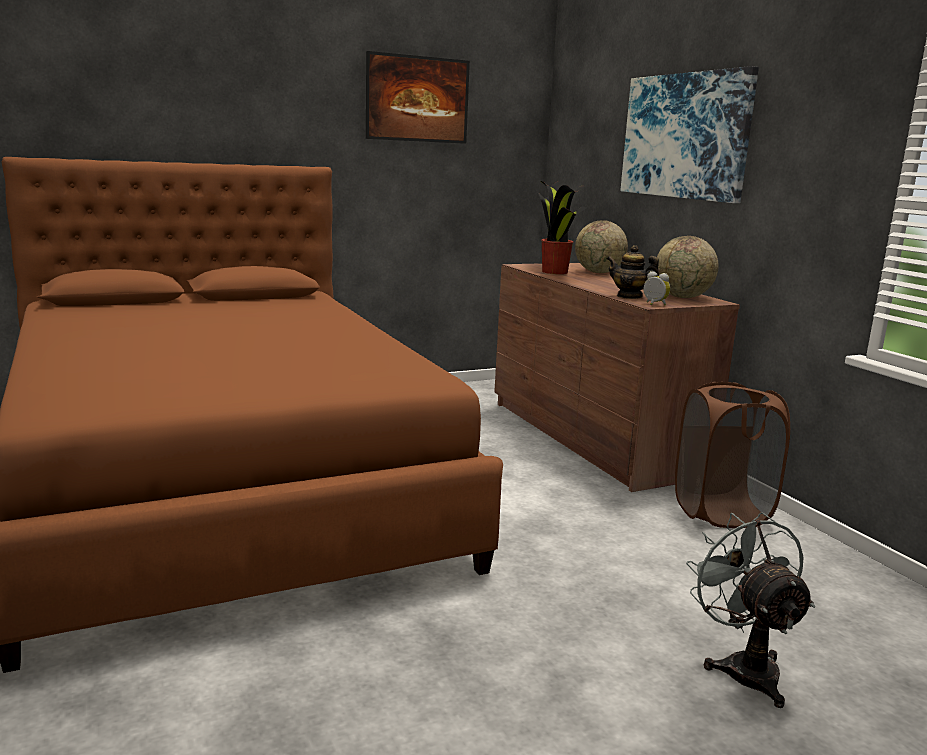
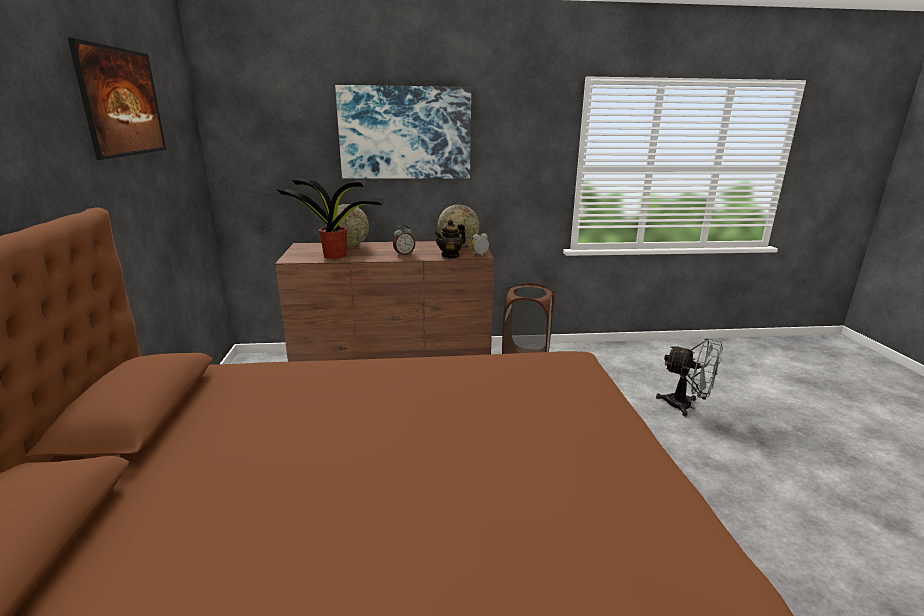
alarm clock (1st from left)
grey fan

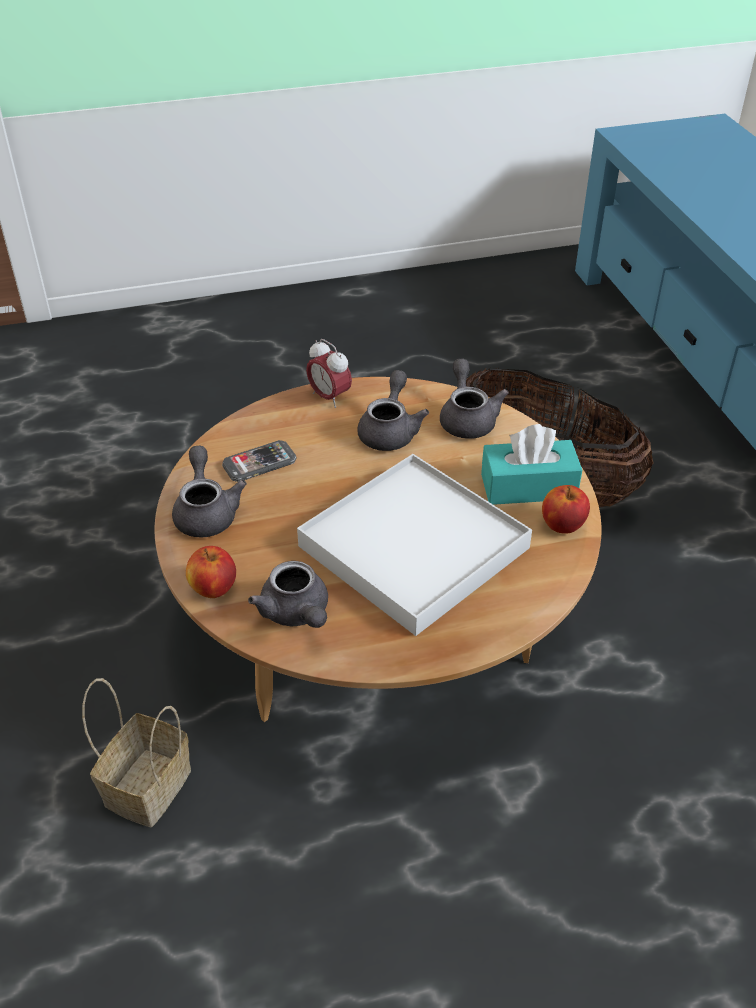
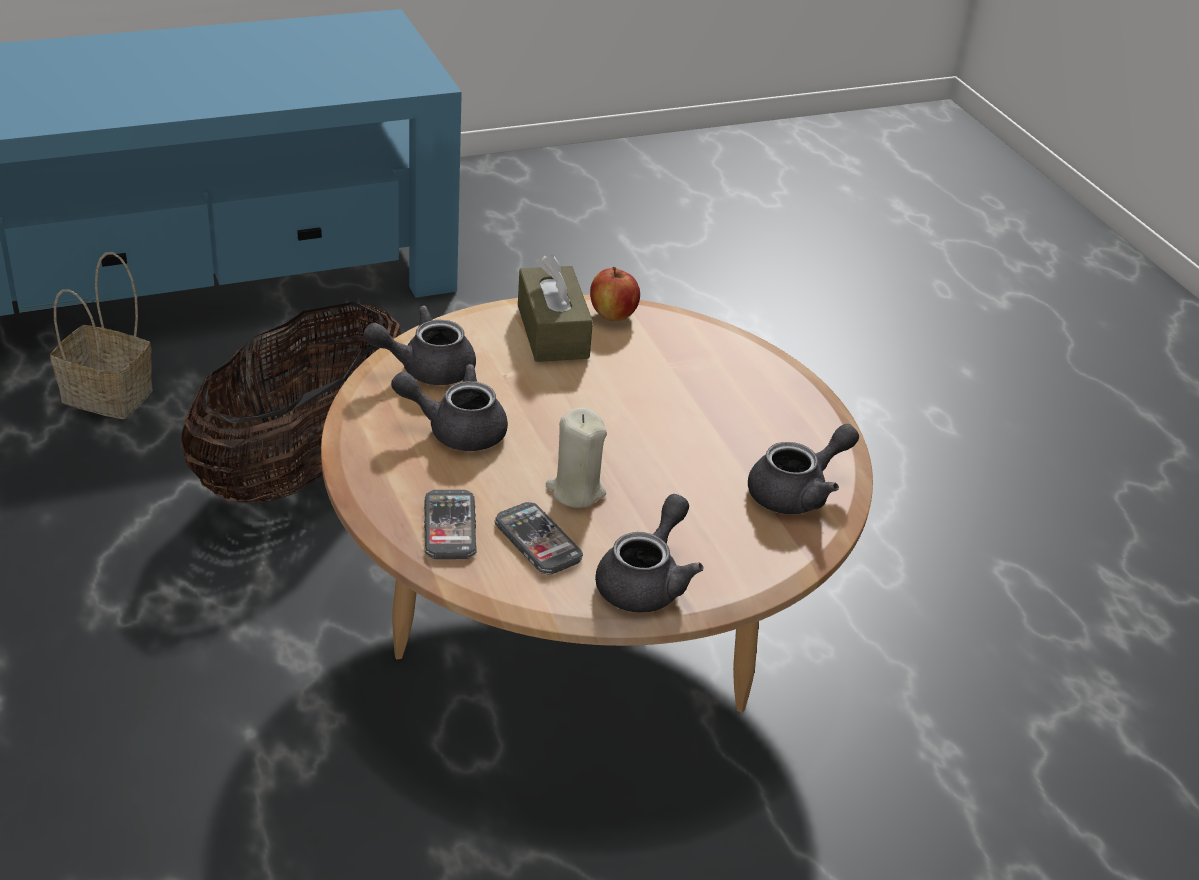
apple (1st from left in the first image)
white tray
alarm clock
phone (1st from left)
beige candle
basket (1st from left)
brown tissue box
grey teapot (3rd from left)

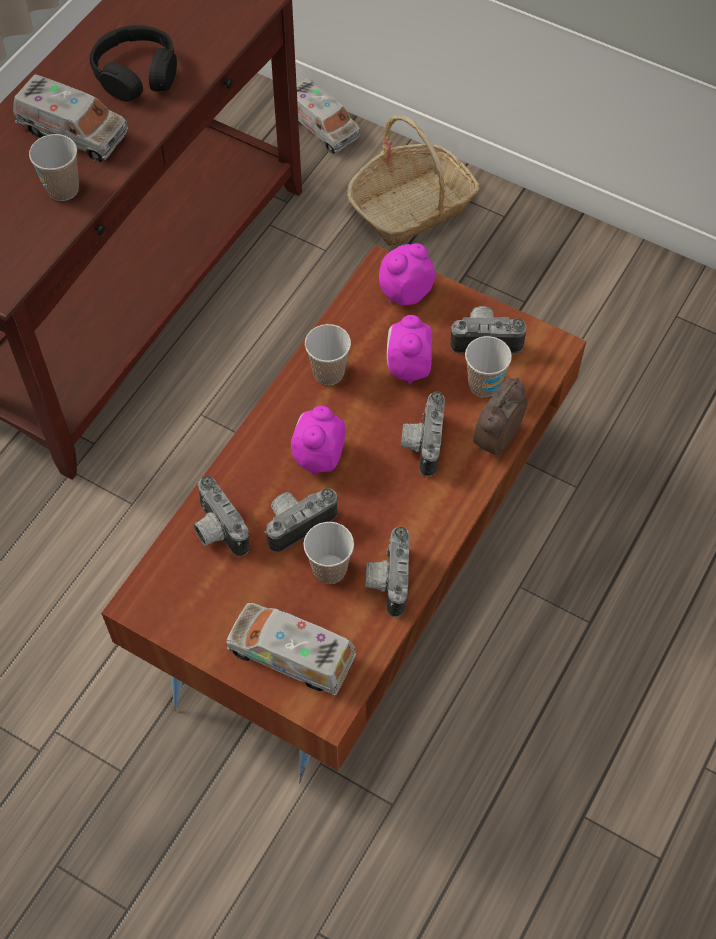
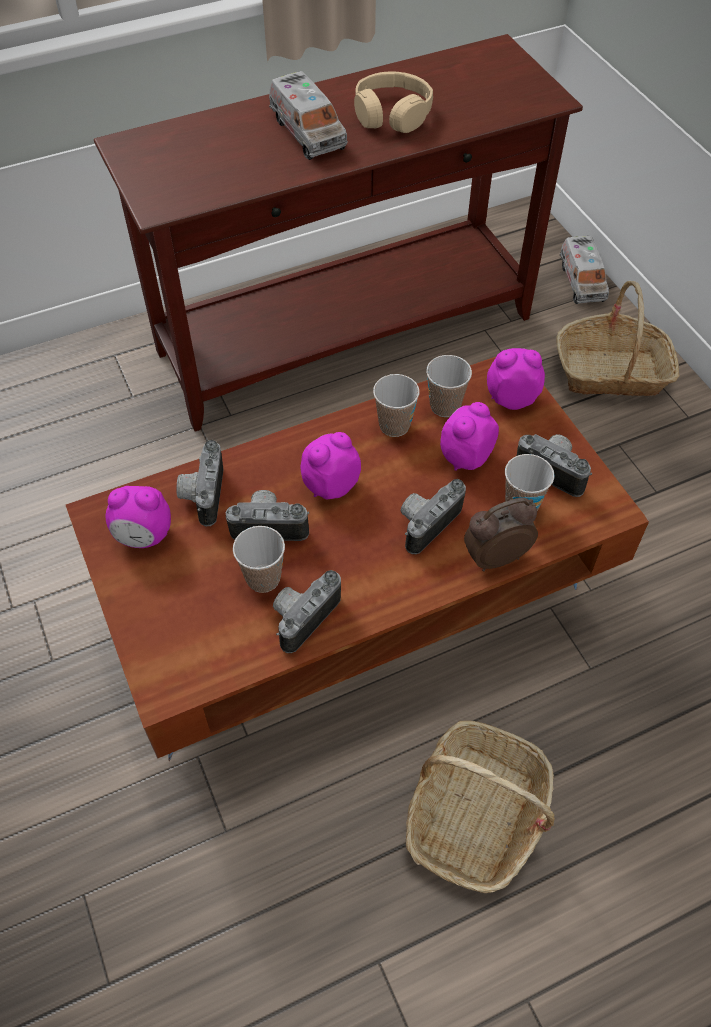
toy truck (2nd from left in the first image)
alarm clock (1st from left)
basket (1st from left)
cup (3rd from left)
beige headphones

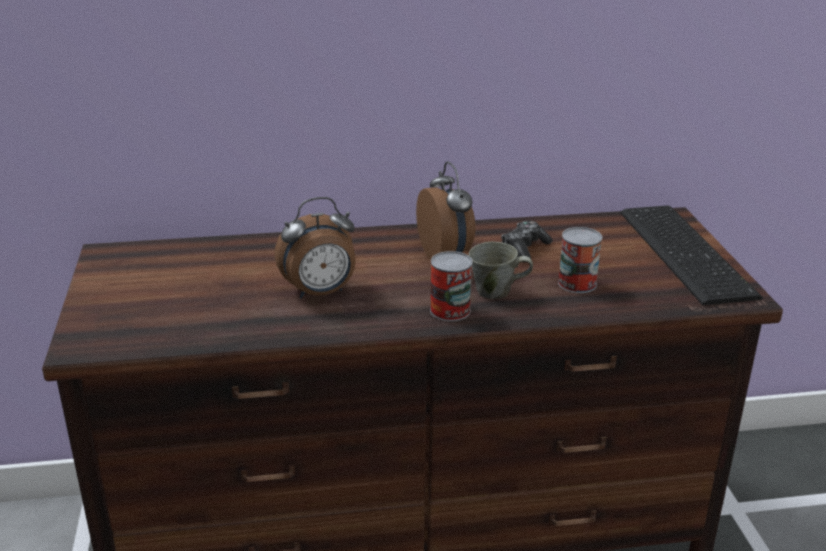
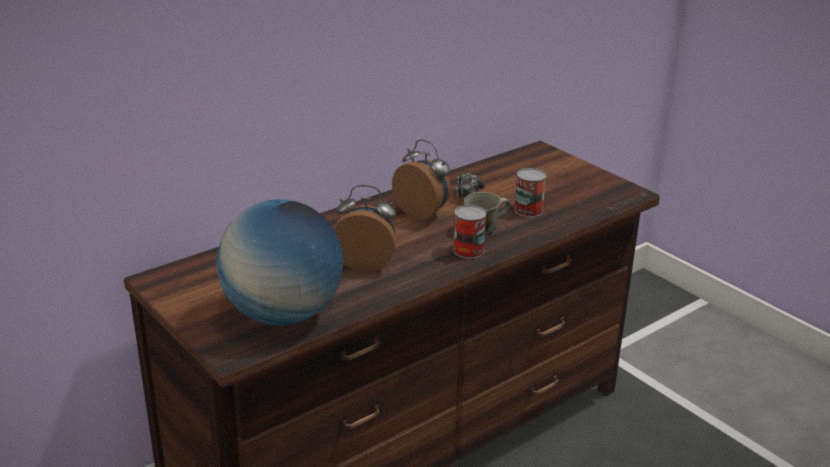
keyboard
globe
alarm clock (1st from left)

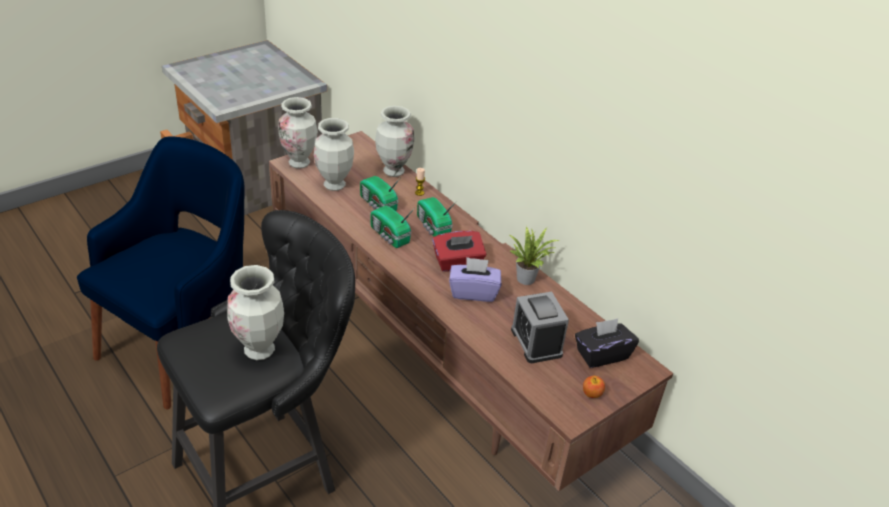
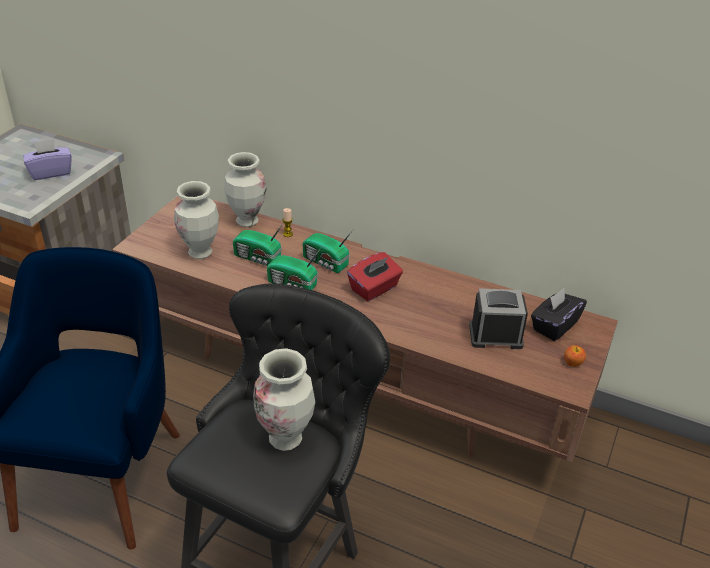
vase (2nd from left in the first image)
potted plant
purple tissue box
alarm clock

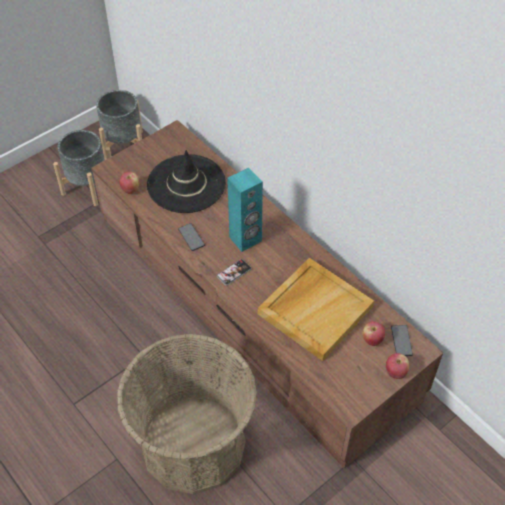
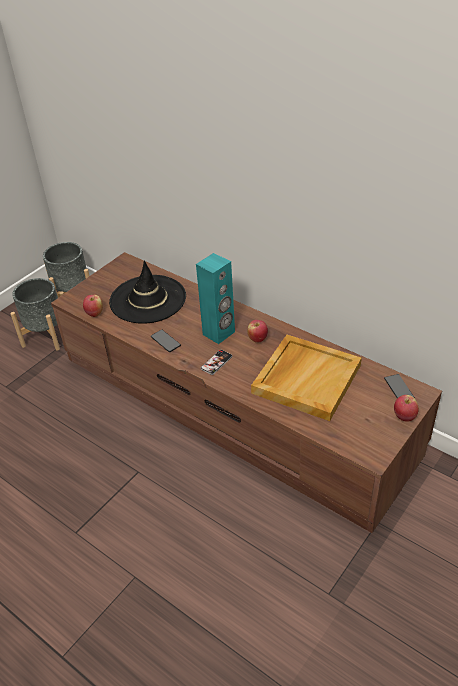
basket
apple (2nd from left)

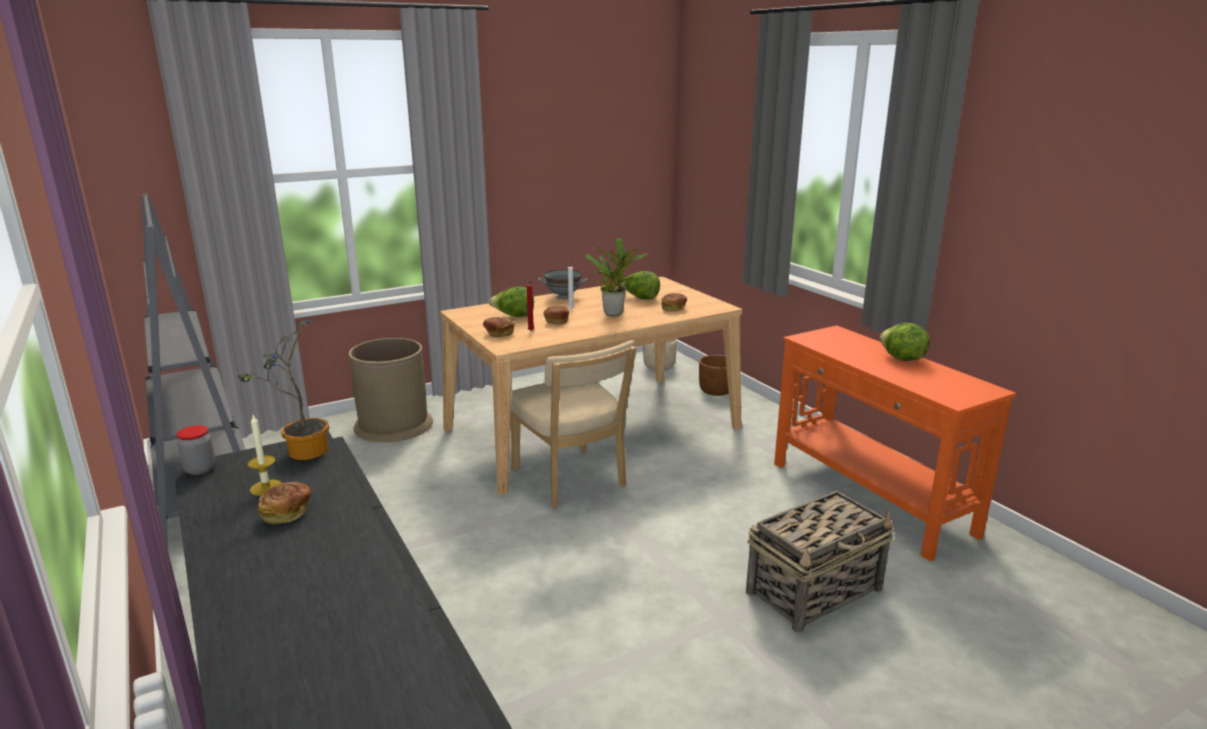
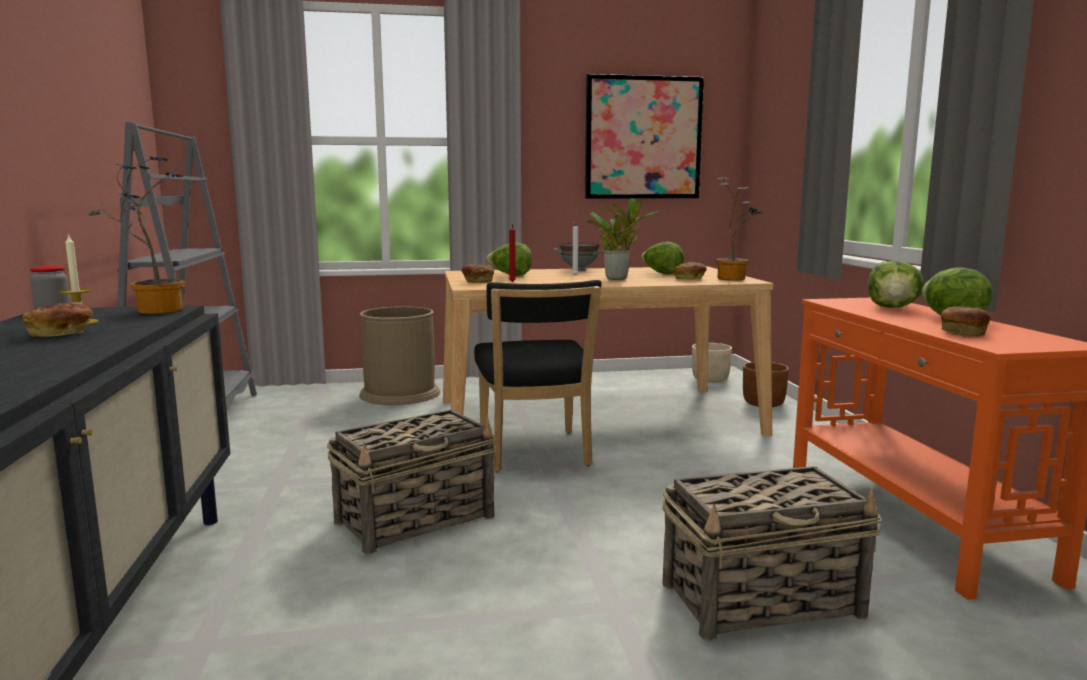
basket (1st from left)
picture
potted plant (3rd from left)
lettuce (3rd from left)
bread (4th from left)
black chair

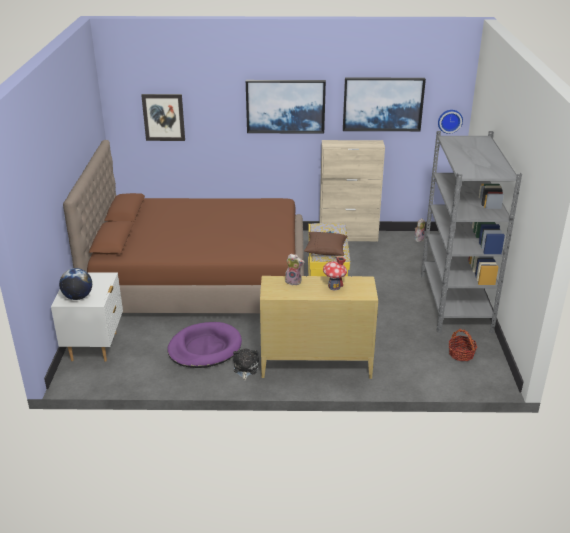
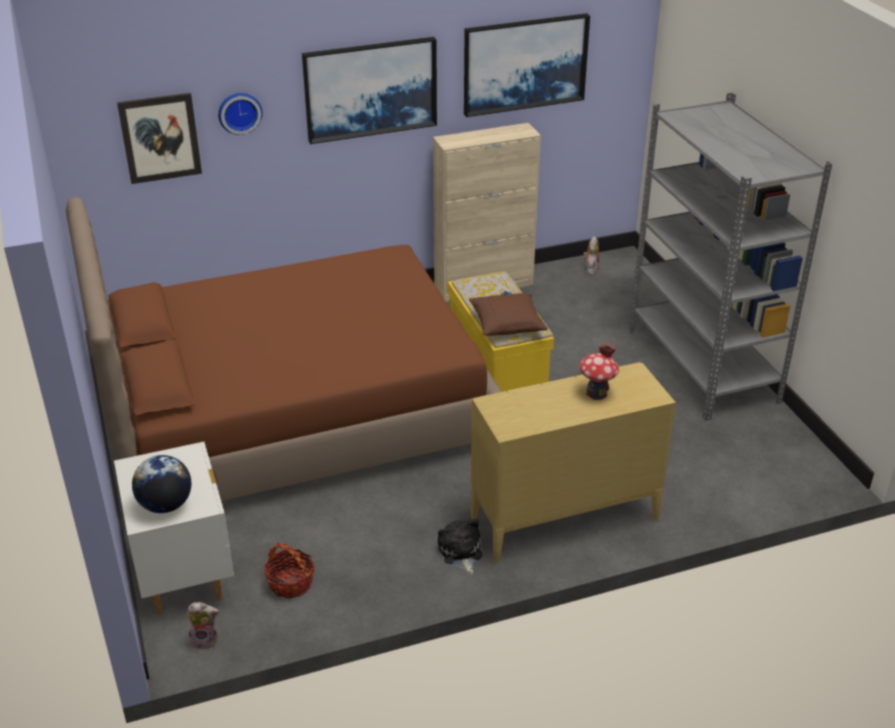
purple dog bed
plush toy (1st from left)
wall clock
basket

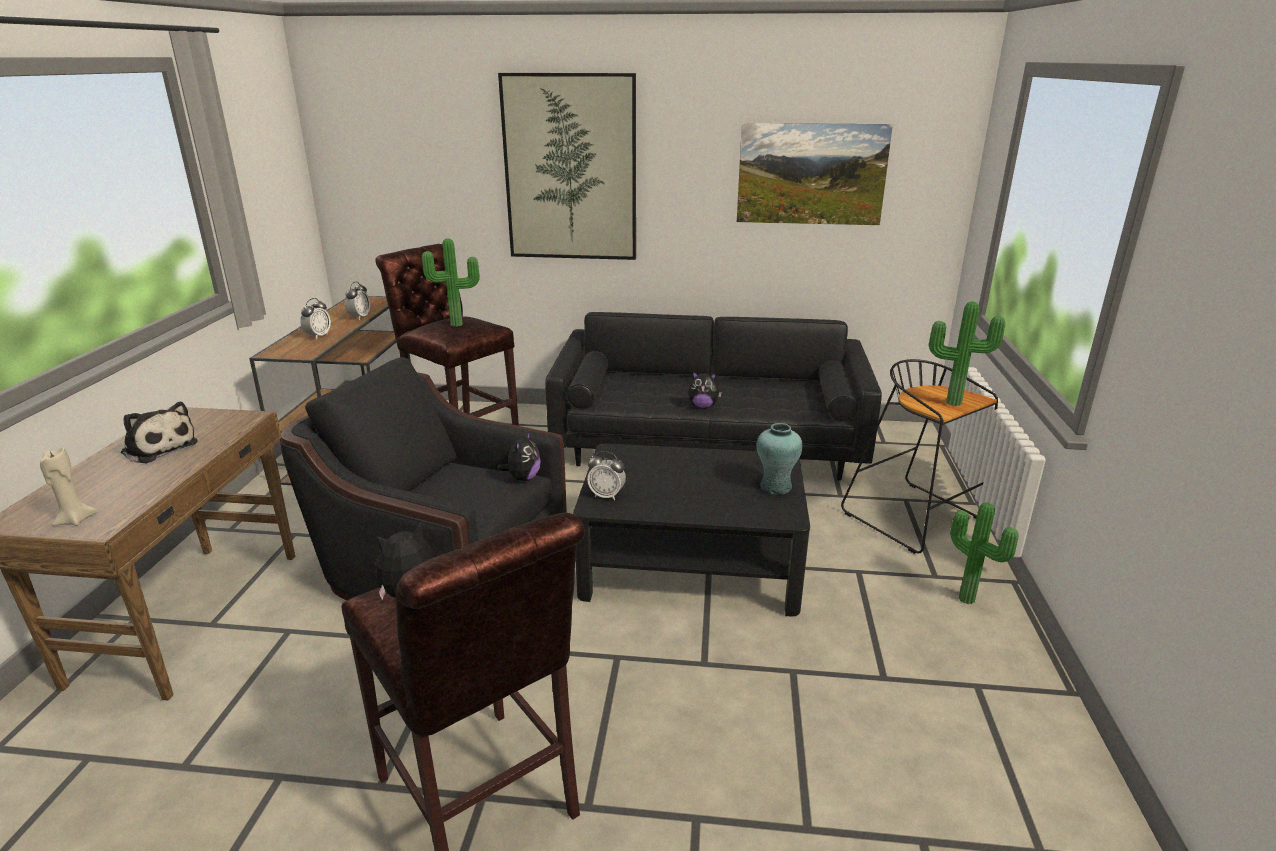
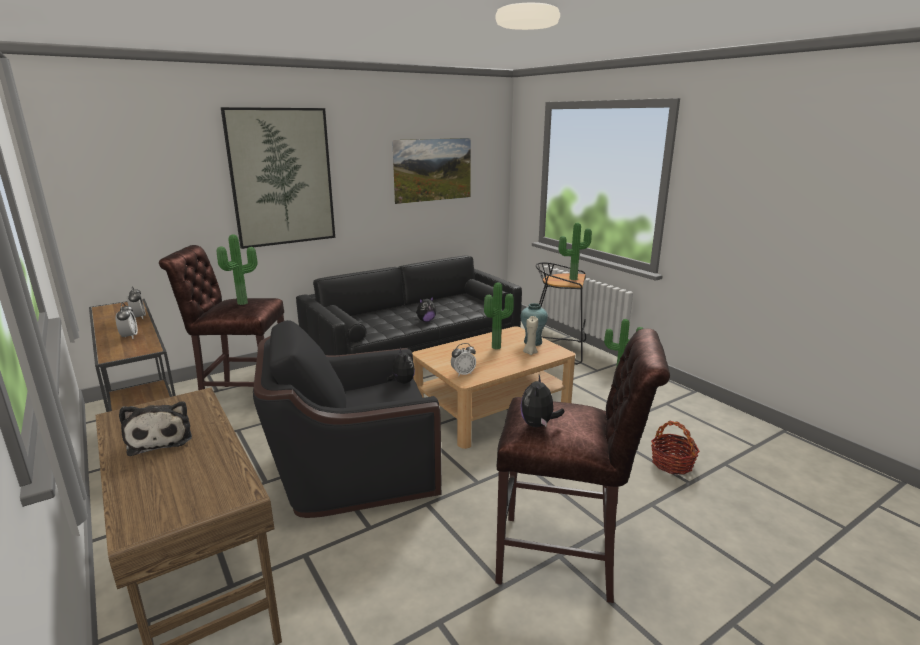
potted plant (2nd from left)
basket
beige candle
beige coffee table
plush toy (1st from left)

